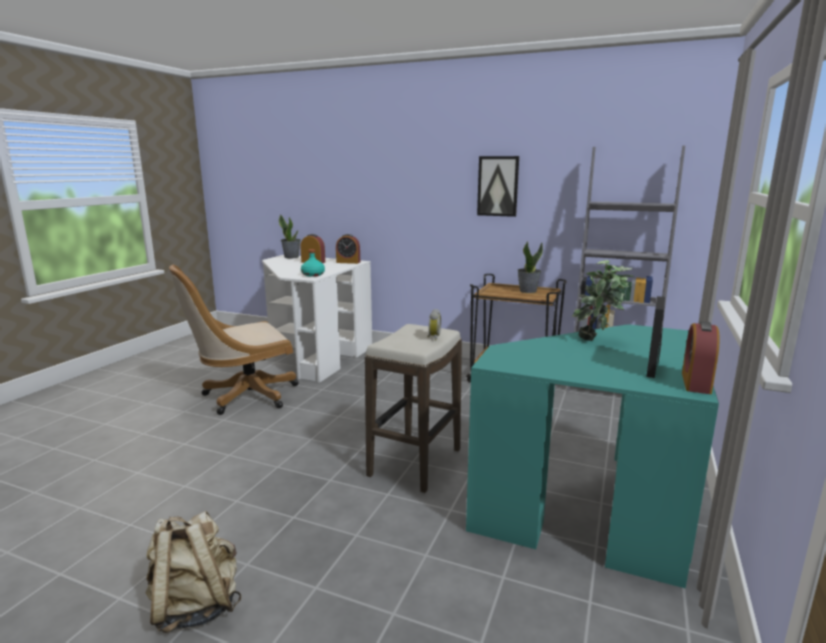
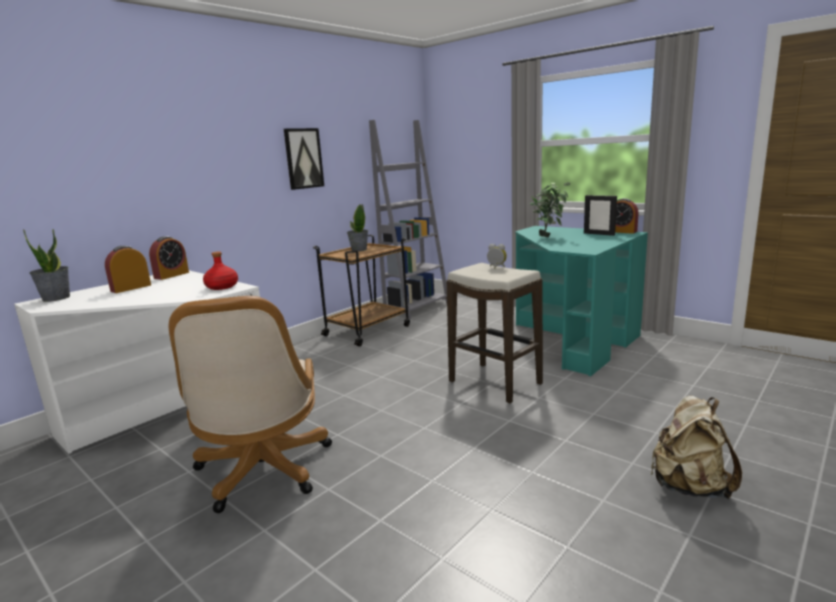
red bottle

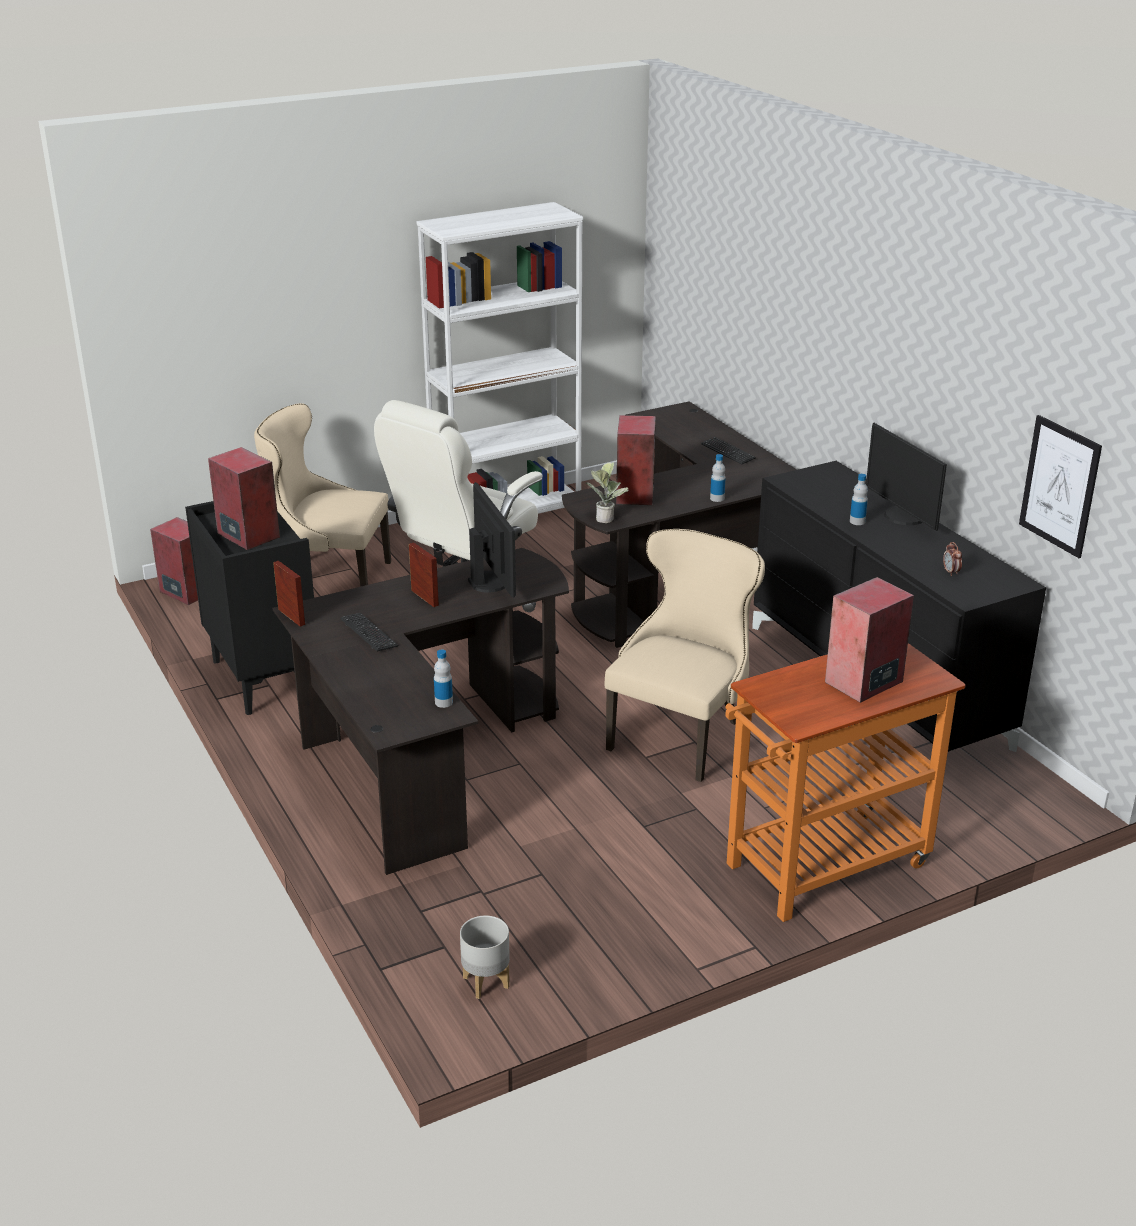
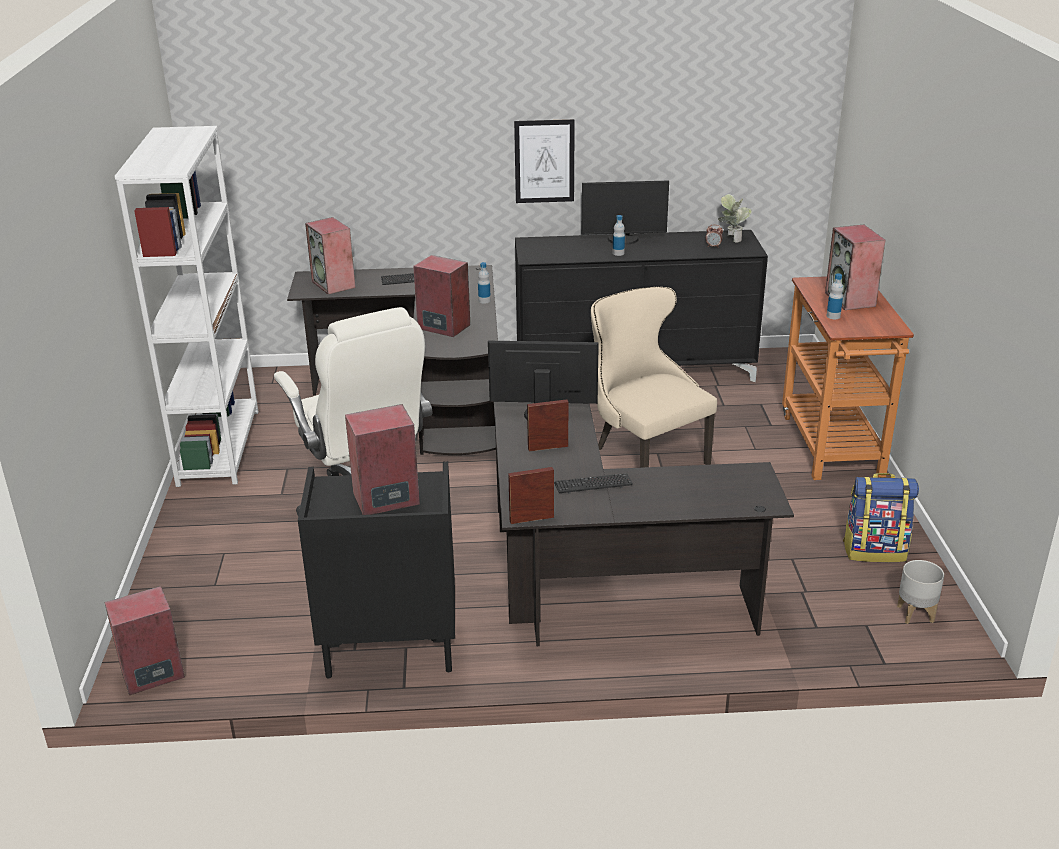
beige chair (1st from left in the first image)
speaker (2nd from left)
backpack
bottle (3rd from left)
potted plant
picture

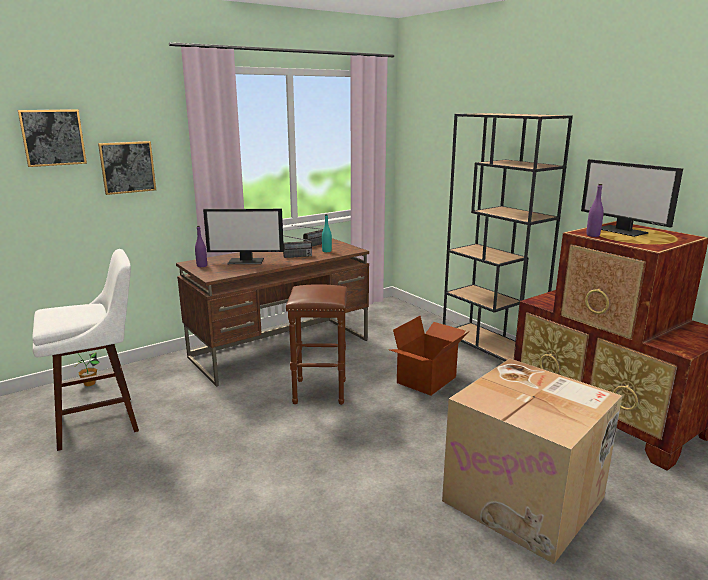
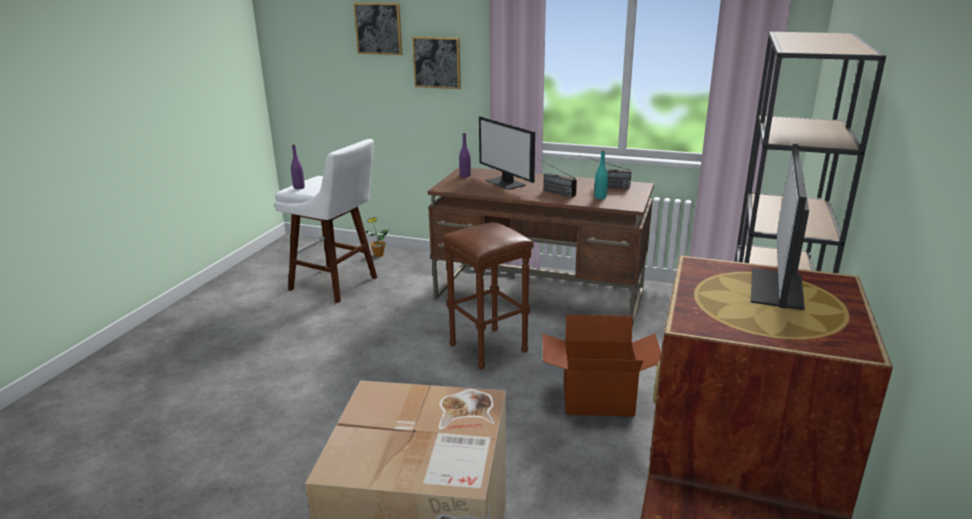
purple bottle (1st from left)

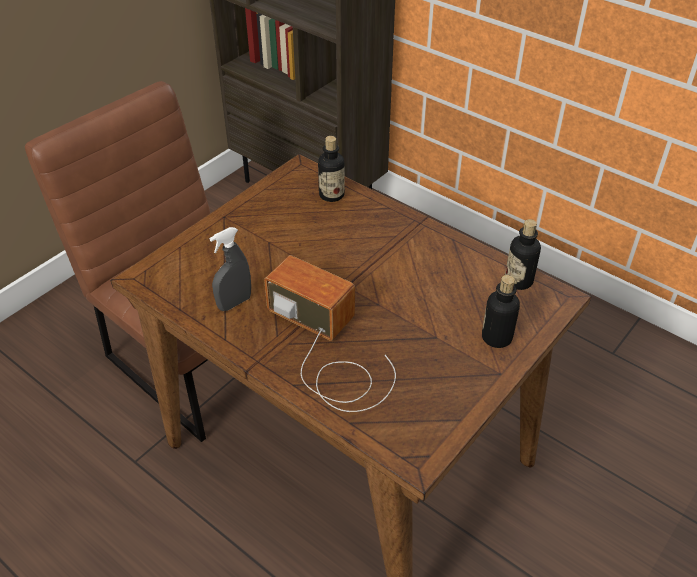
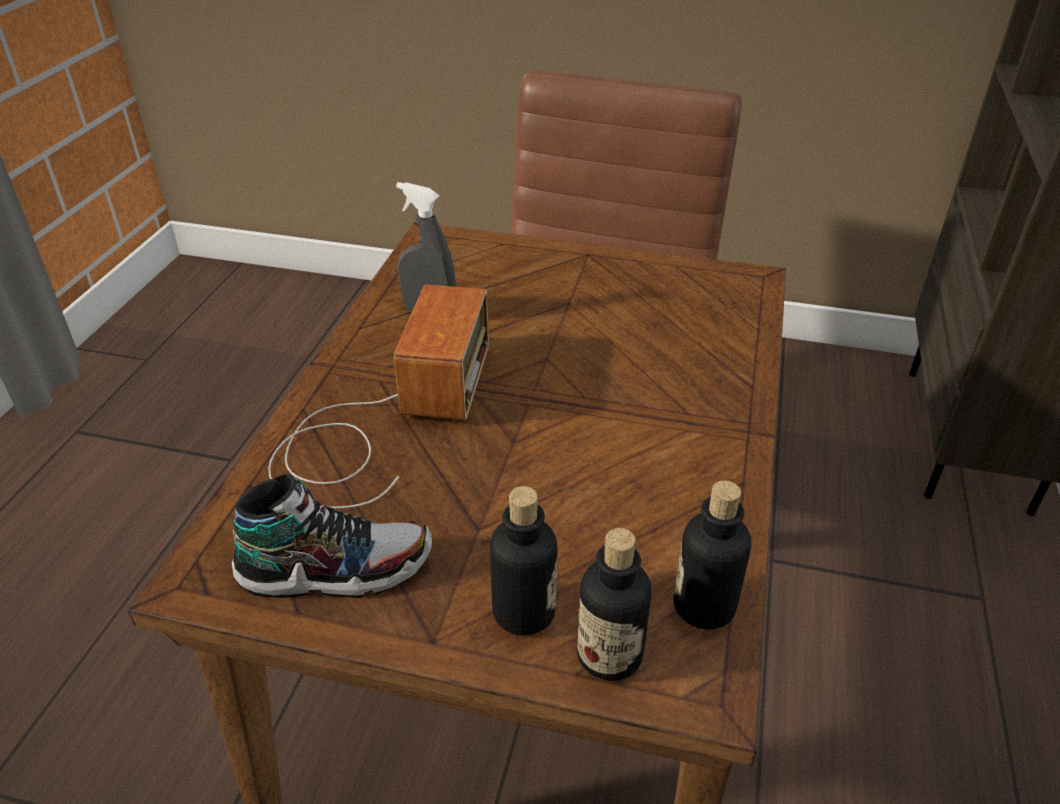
shoe
bottle (2nd from left)

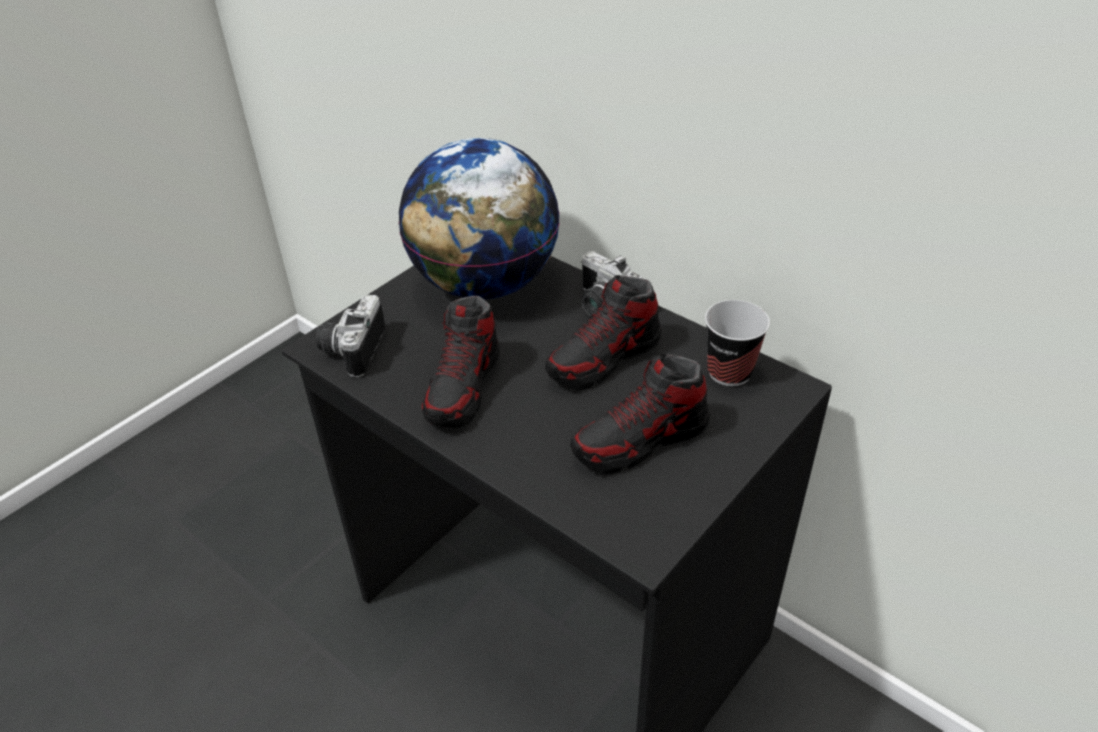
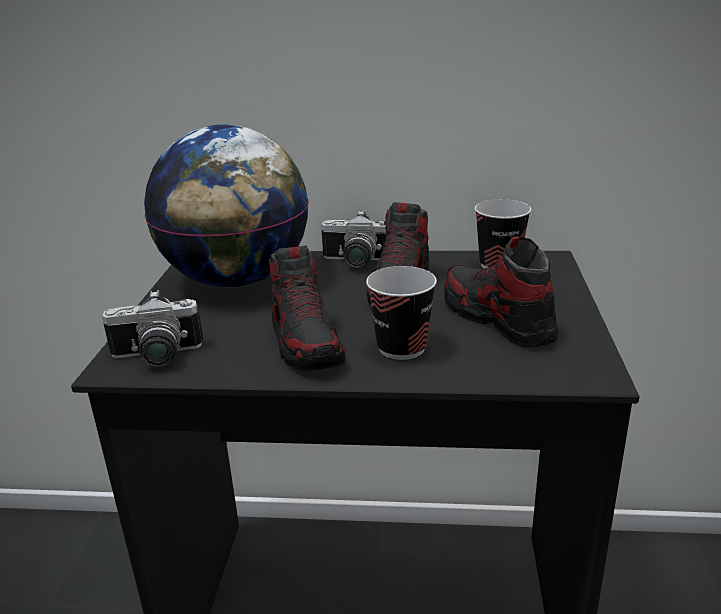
cup (1st from left)
photo camera (1st from left)
shoe (3rd from left)

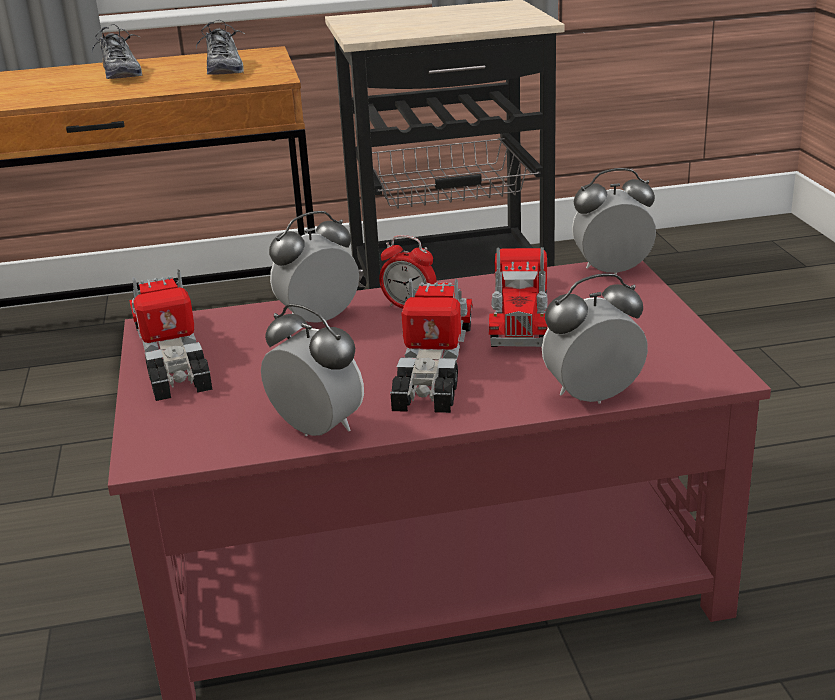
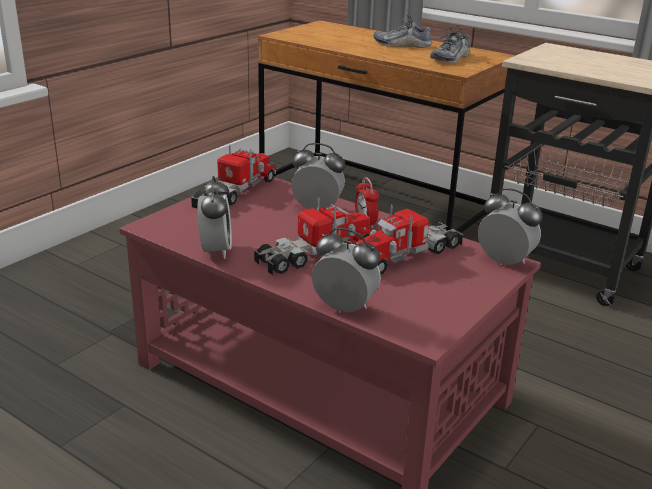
shoe (1st from left)

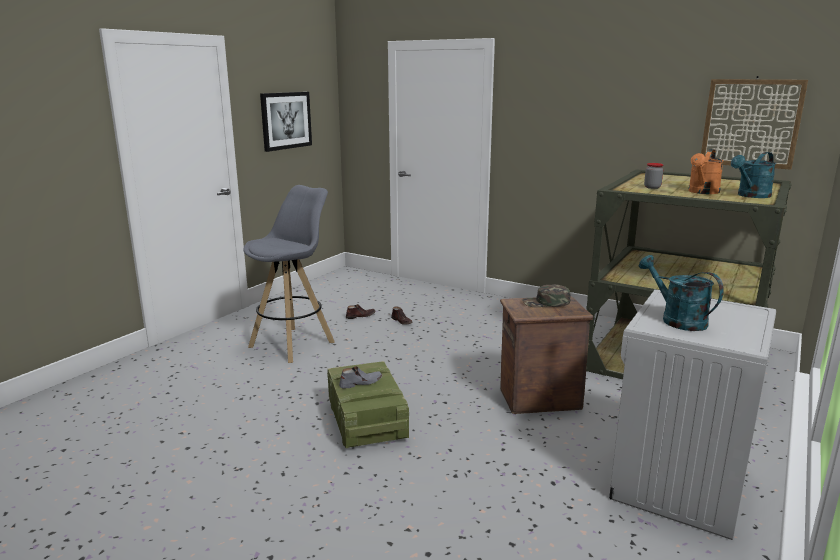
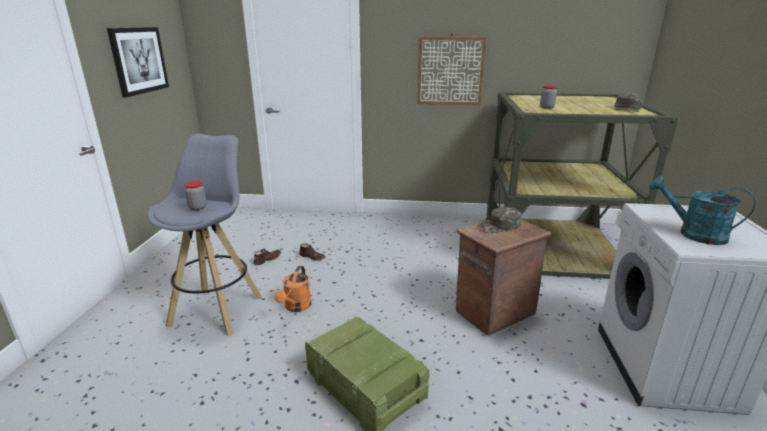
grey shoe
jar (1st from left)
orange watering can
picture (2nd from left)
green cap (2nd from left)

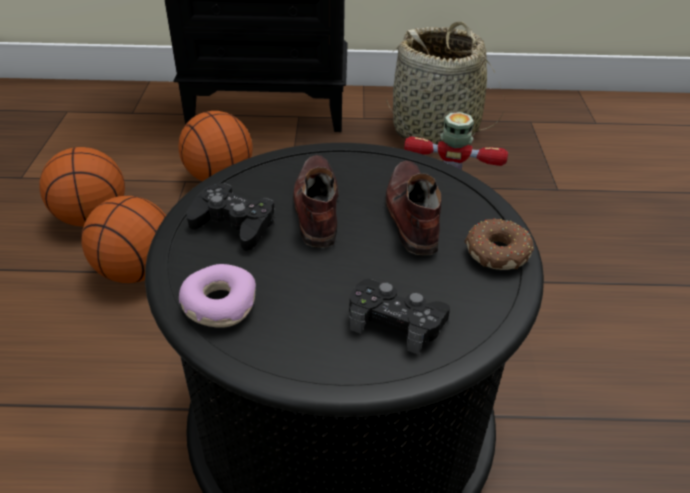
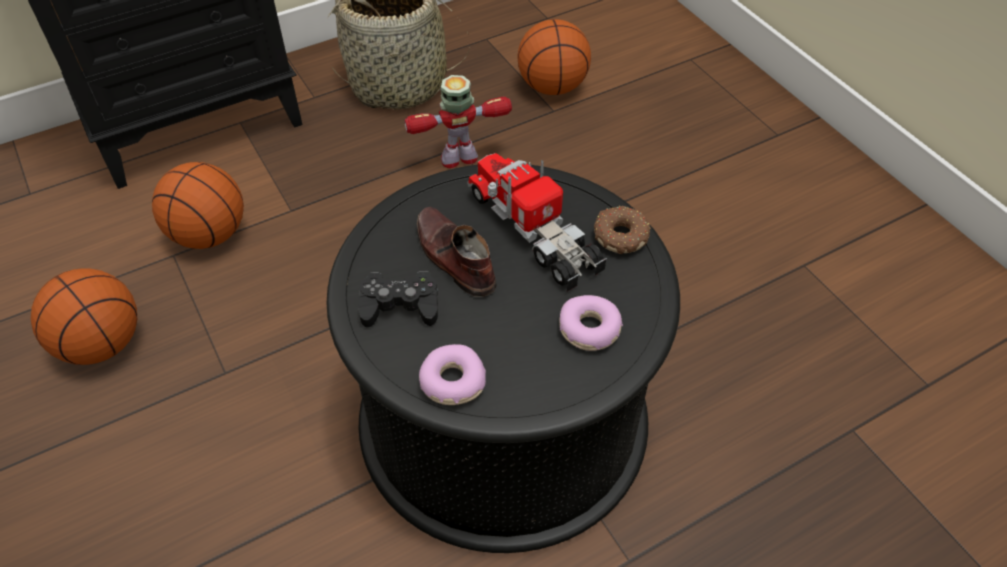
basketball (3rd from left)
donut (2nd from left)
toy truck

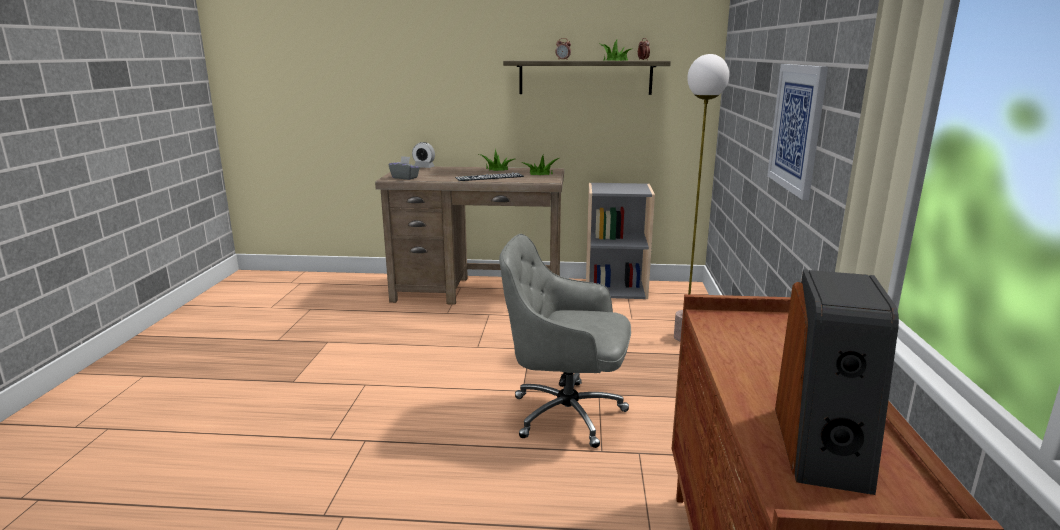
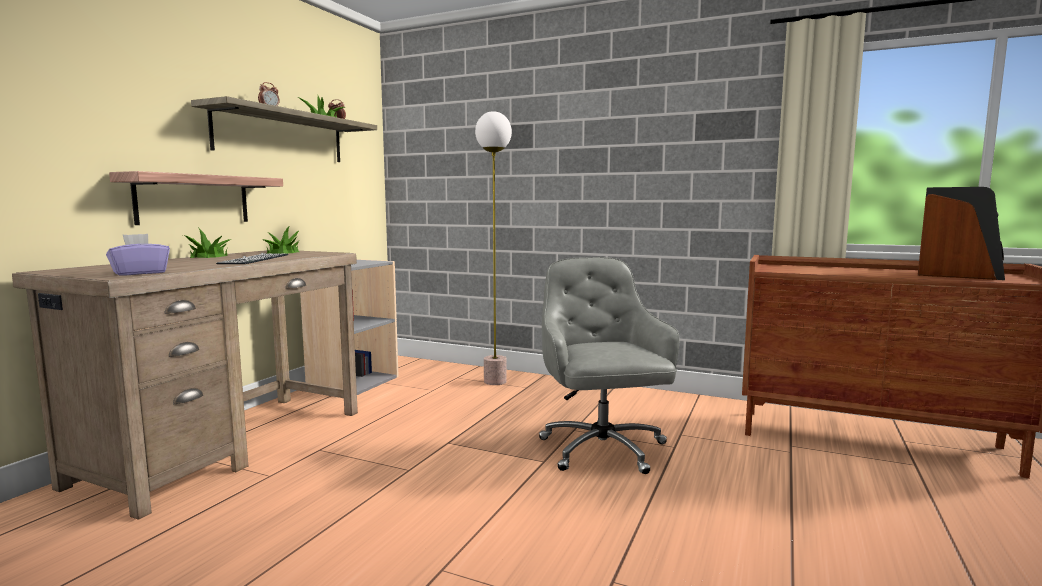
alarm clock (1st from left in the first image)
picture
shelf (1st from left)
purple tissue box
grey office chair

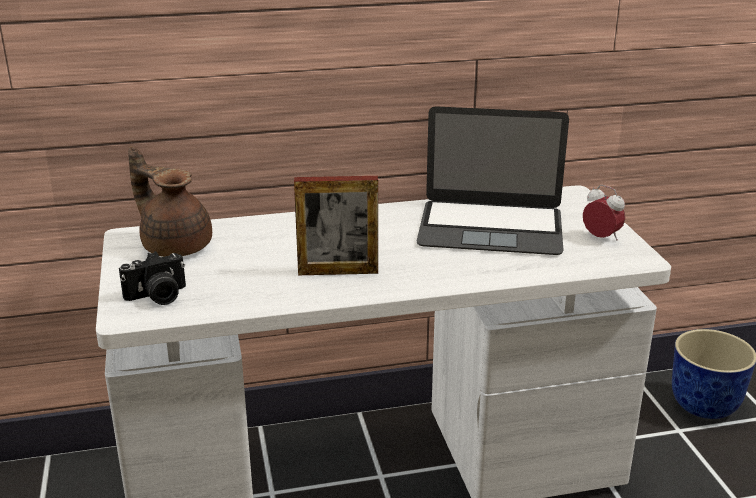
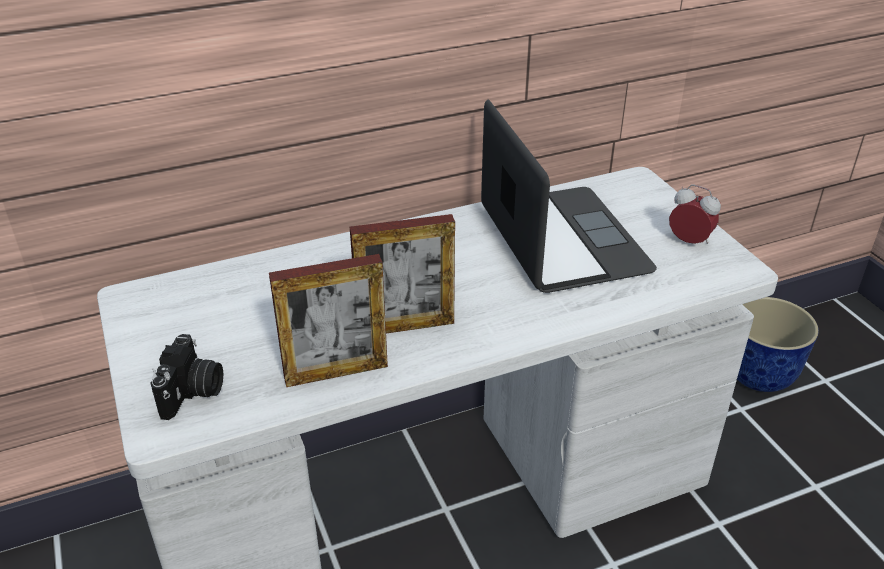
brown teapot
picture frame (1st from left)
photo camera
laptop

